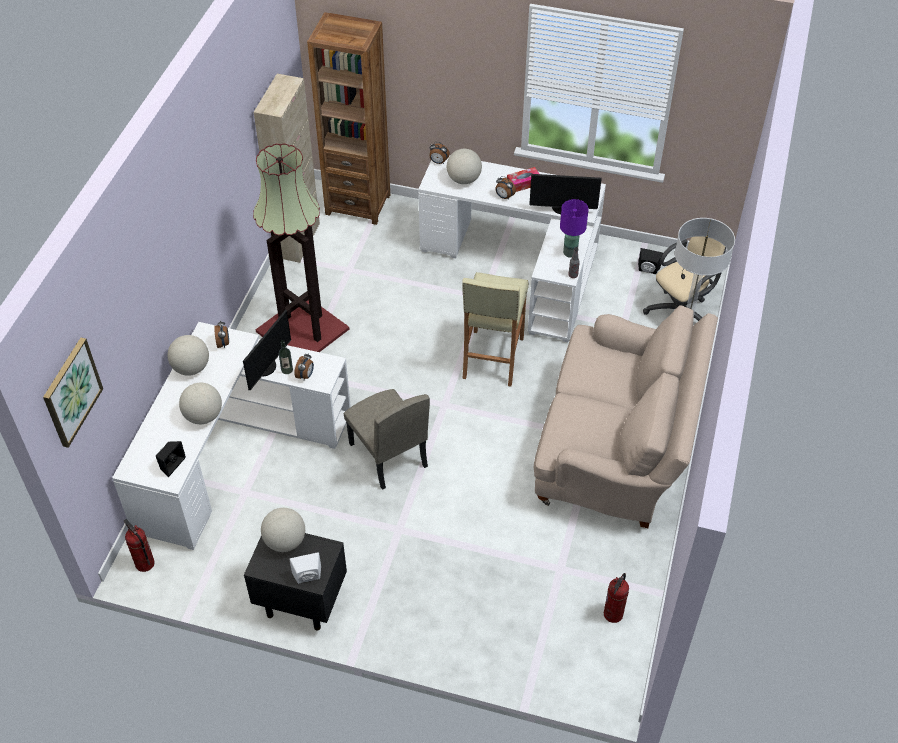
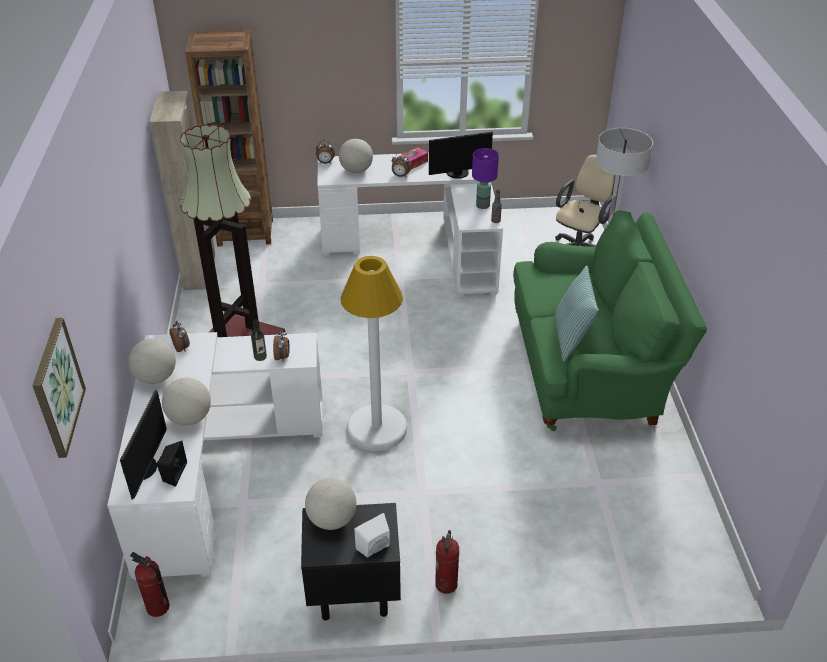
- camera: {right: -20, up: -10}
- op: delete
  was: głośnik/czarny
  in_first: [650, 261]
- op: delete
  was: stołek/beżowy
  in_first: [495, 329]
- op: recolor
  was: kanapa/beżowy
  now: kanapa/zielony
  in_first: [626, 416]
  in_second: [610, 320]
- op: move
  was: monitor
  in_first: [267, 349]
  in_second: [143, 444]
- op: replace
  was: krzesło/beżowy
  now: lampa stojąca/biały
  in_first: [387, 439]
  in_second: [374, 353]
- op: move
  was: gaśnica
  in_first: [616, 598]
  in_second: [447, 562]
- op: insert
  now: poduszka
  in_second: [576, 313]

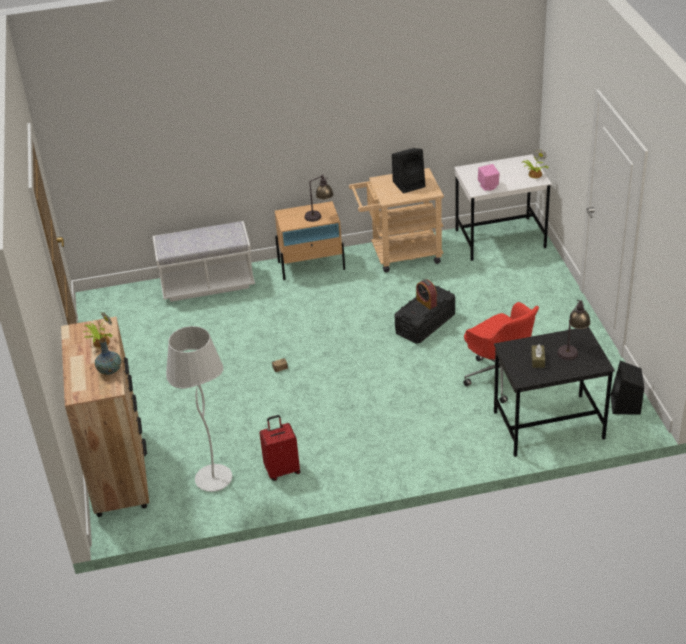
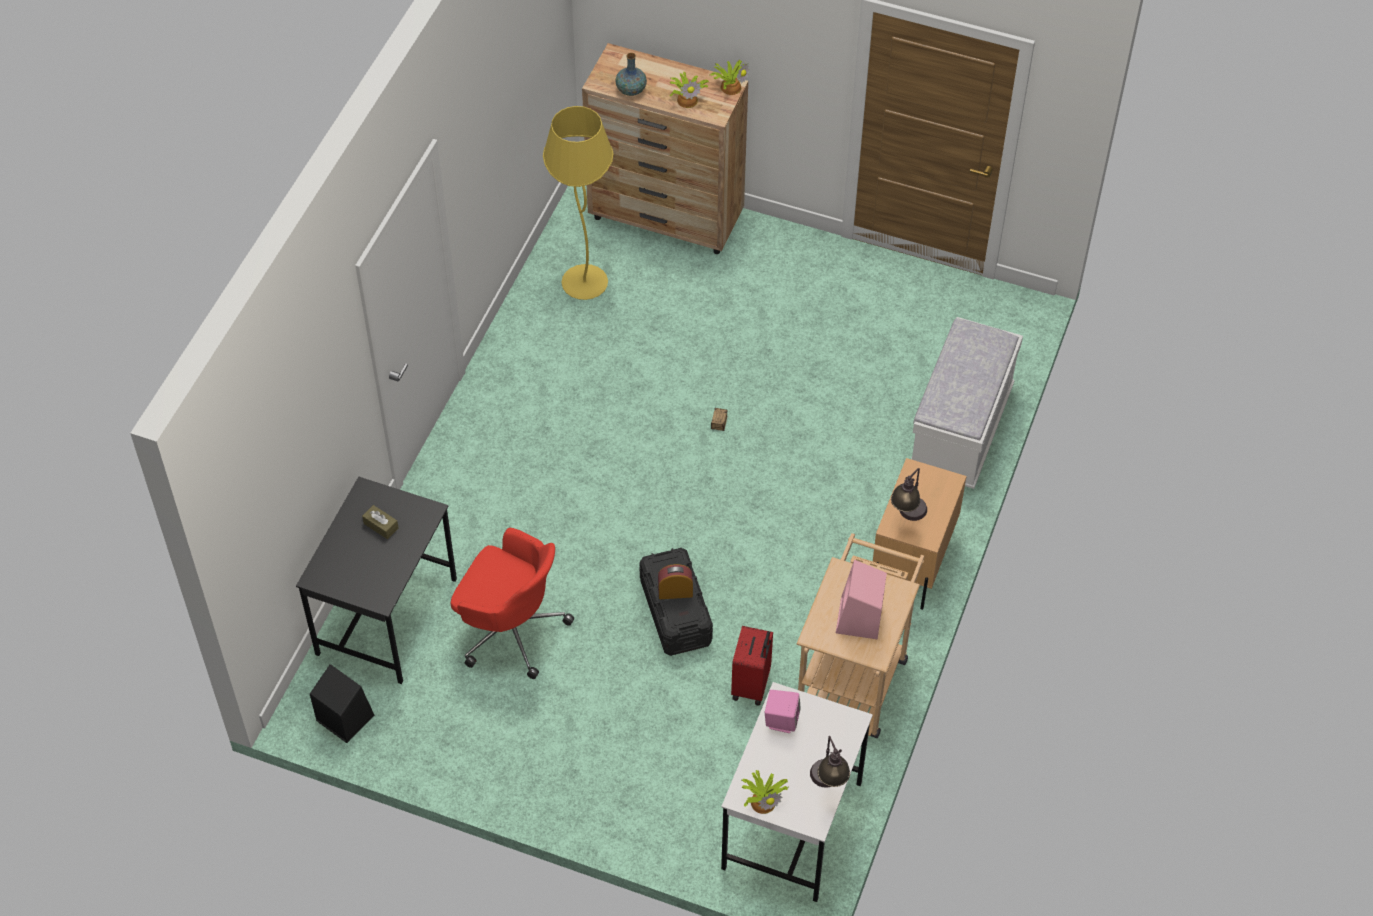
- camera: {right: 120, up: 15}
- op: recolor
  was: głośnik/czarny
  now: głośnik/różowy
  in_first: [409, 170]
  in_second: [861, 599]
- op: move
  was: lampa stołowa
  in_first: [573, 330]
  in_second: [830, 762]
- op: rotate
  was: krzesło biurowe/czerwony
  in_first: [501, 353]
  in_second: [512, 603]
  clockwise: -150
- op: recolor
  was: lampa stojąca/biały
  now: lampa stojąca/żółty
  in_first: [199, 409]
  in_second: [578, 203]
- op: move
  was: walizka/czerwony
  in_first: [279, 448]
  in_second: [752, 666]
- op: insert
  now: roślina doniczkowa
  in_second: [730, 77]

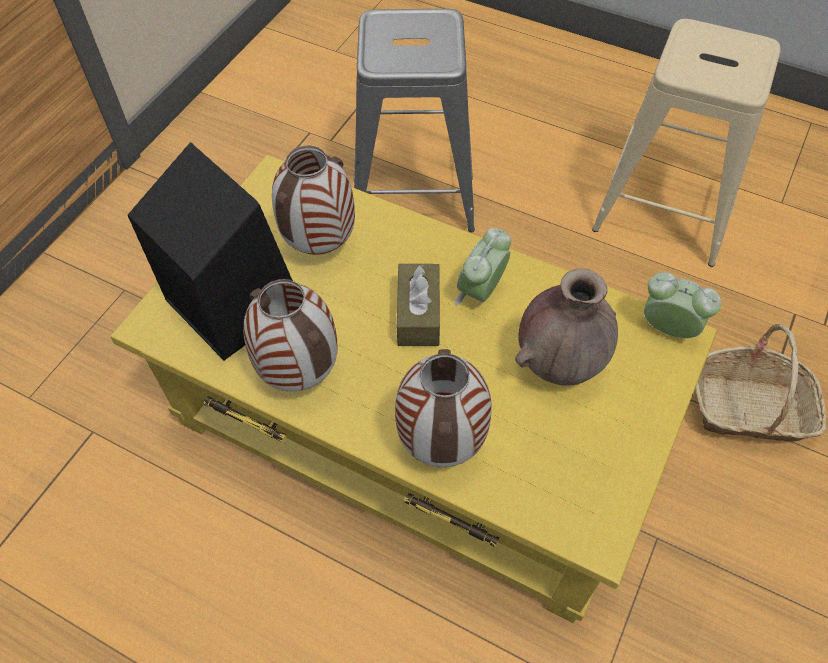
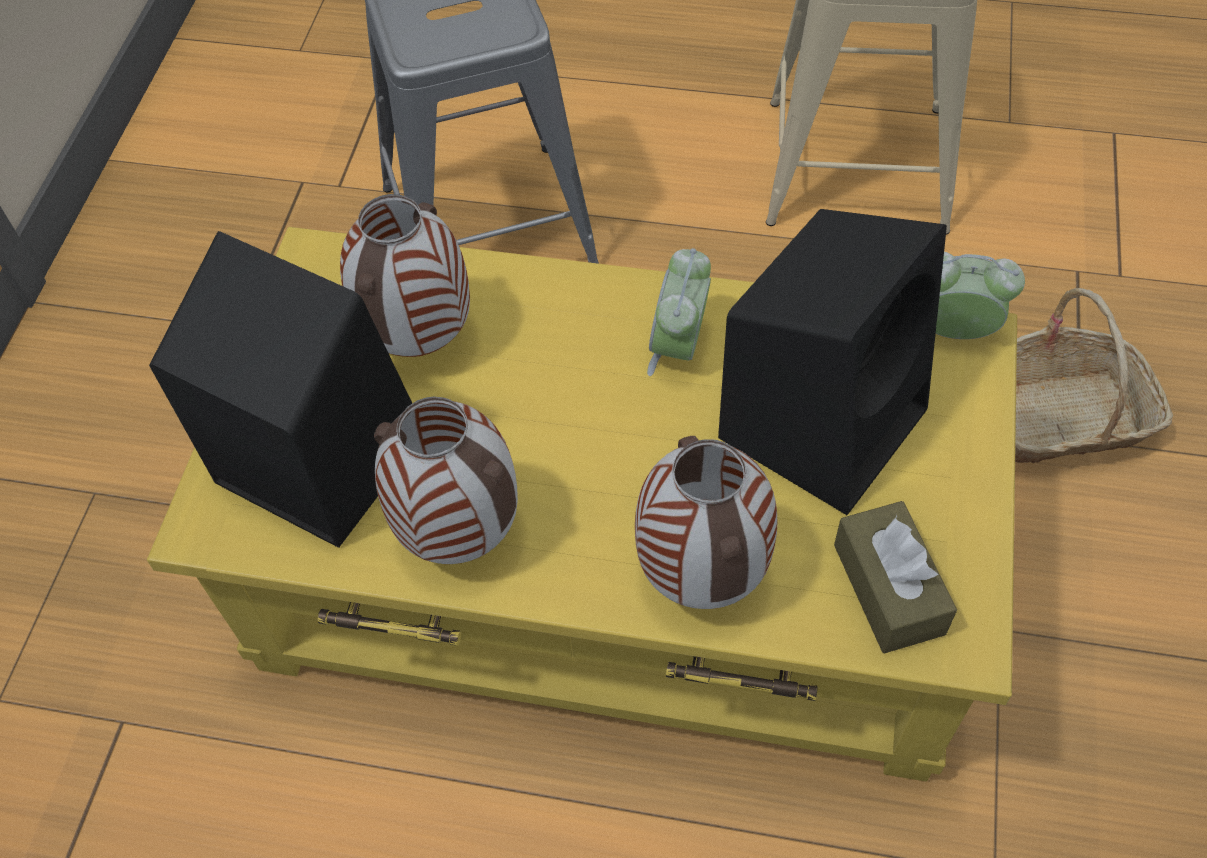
- camera: {right: -15, up: 0}
- op: move
  was: pudełko chusteczek/brązowy
  in_first: [418, 305]
  in_second: [895, 577]
- op: replace
  was: wazon/brązowy
  now: głośnik/czarny
  in_first: [566, 327]
  in_second: [832, 362]

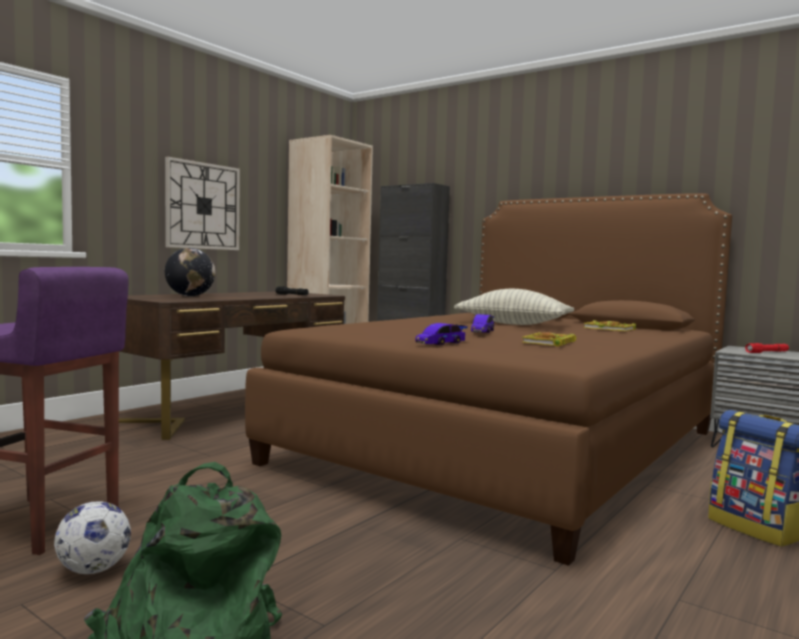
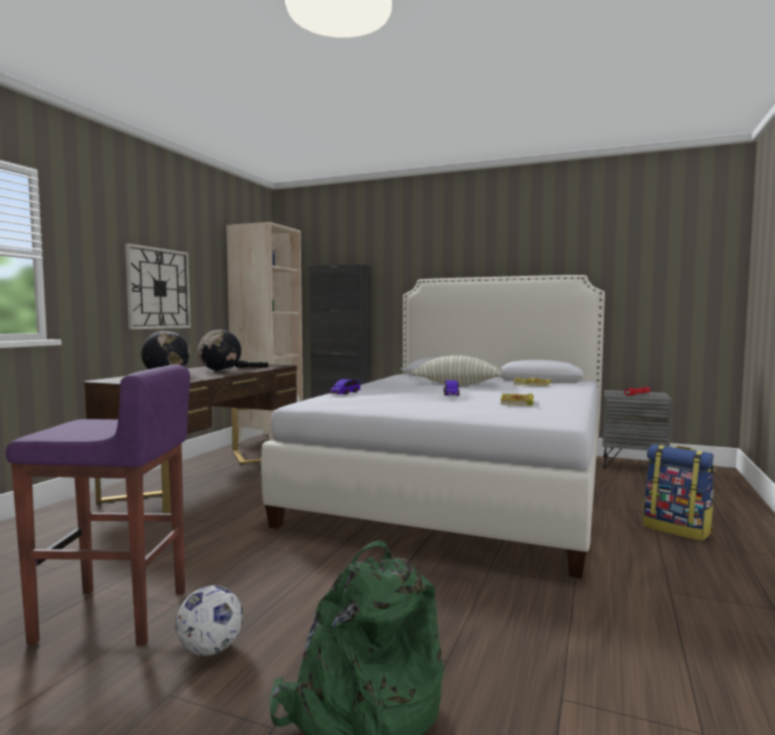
- camera: {right: -15, up: 0}
- op: recolor
  was: łóżko/brązowy
  now: łóżko/biały
  in_first: [488, 379]
  in_second: [433, 427]
- op: move
  was: samochodzik
  in_first: [442, 334]
  in_second: [345, 387]
- op: insert
  now: globus
  in_second: [219, 350]

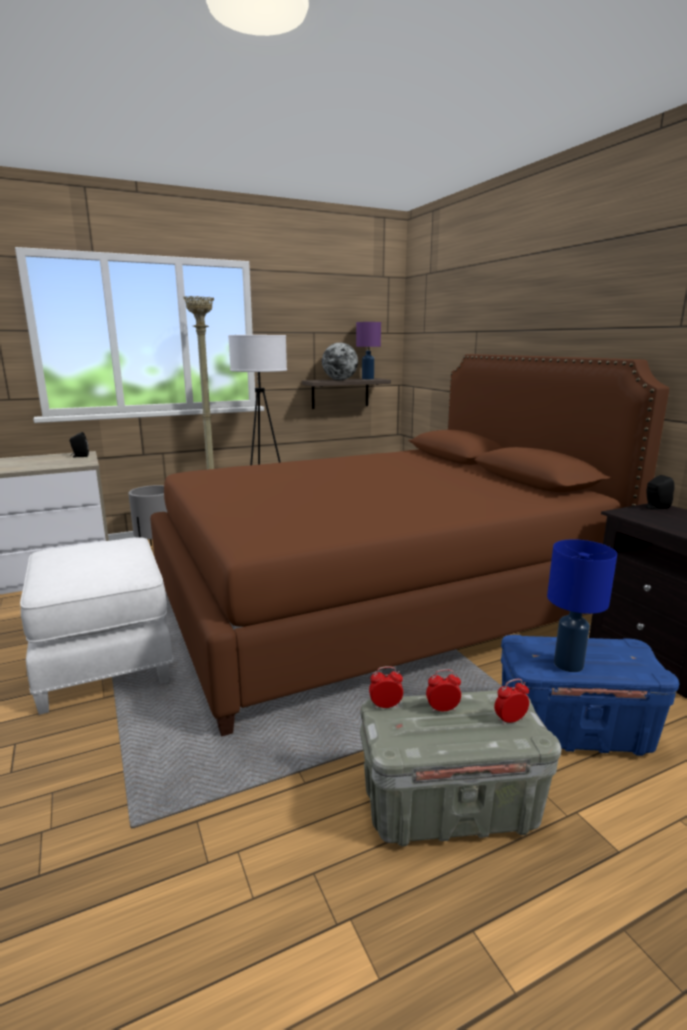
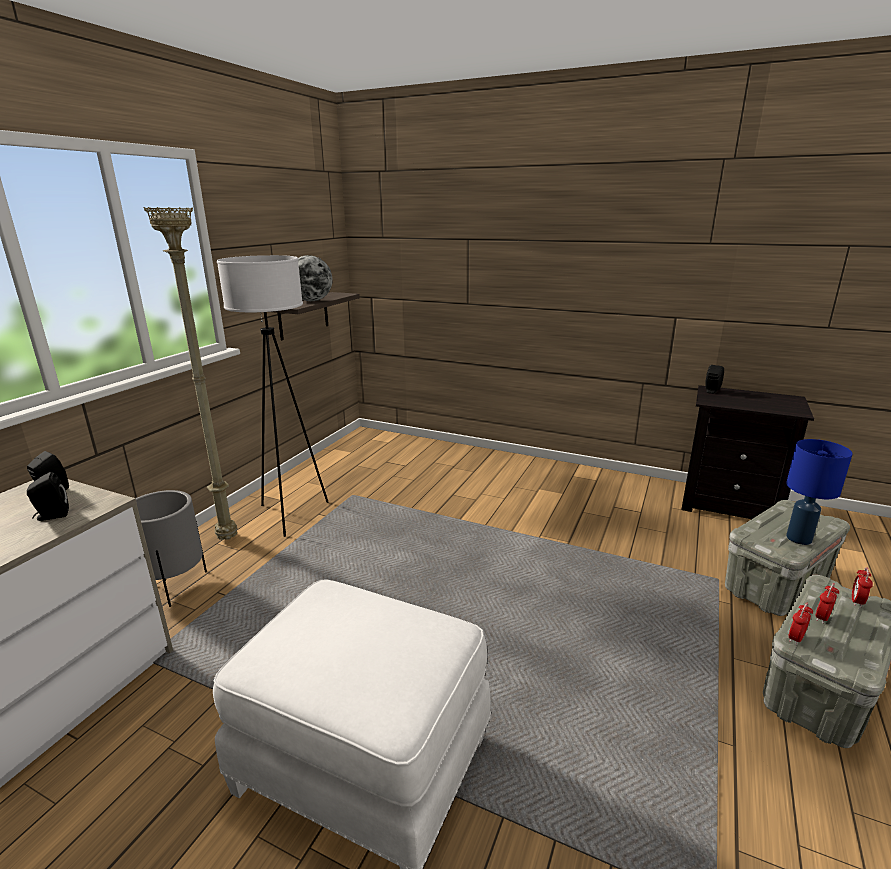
- camera: {right: -40, up: 5}
- op: delete
  was: lampa stołowa/fioletowy
  in_first: [368, 350]
- op: delete
  was: łóżko/brązowy
  in_first: [409, 545]
- op: recolor
  was: pojemnik do przechowywania/niebieski
  now: pojemnik do przechowywania/szary
  in_first: [590, 695]
  in_second: [787, 558]
- op: insert
  now: głośnik/czarny
  in_second: [48, 496]

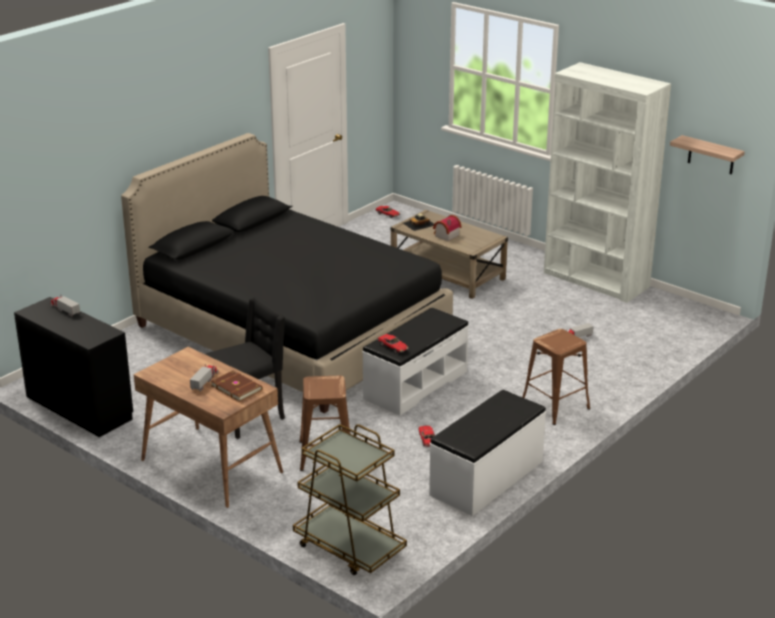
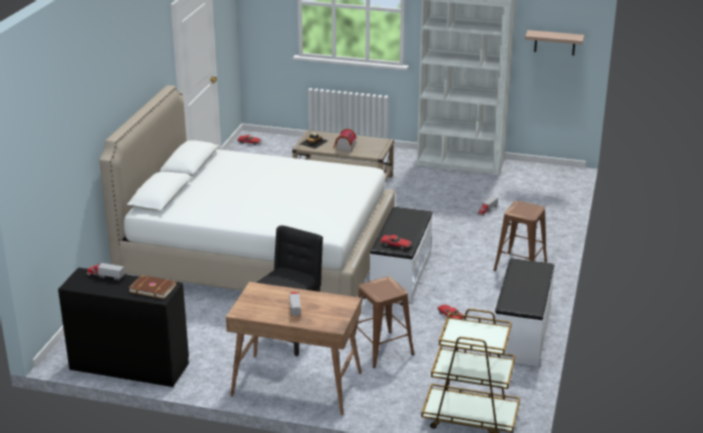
- camera: {right: -25, up: 0}
- op: recolor
  was: łóżko/czarny
  now: łóżko/biały
  in_first: [287, 273]
  in_second: [247, 191]
- op: move
  was: książka/brązowy
  in_first: [237, 386]
  in_second: [153, 287]

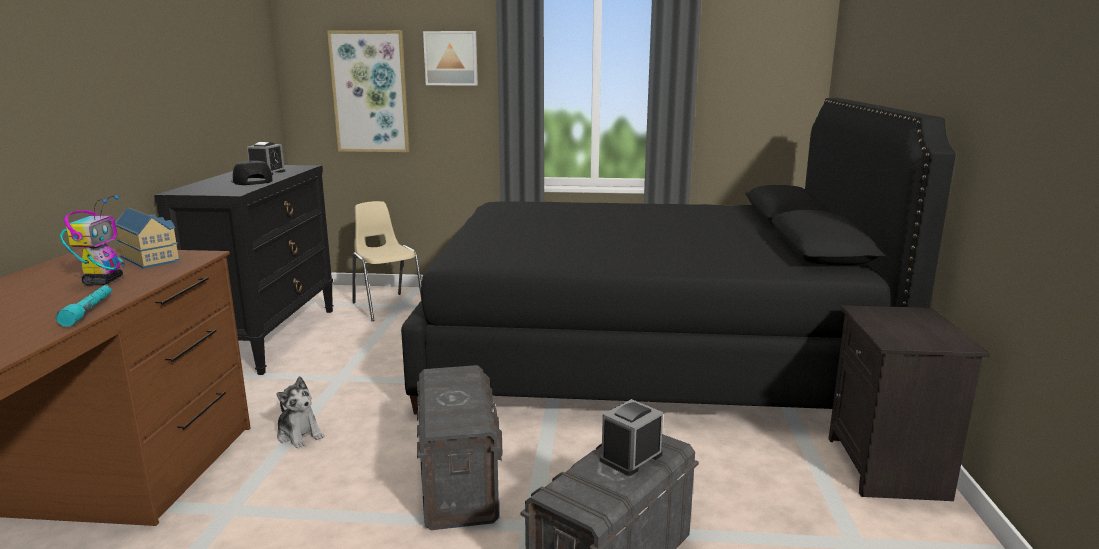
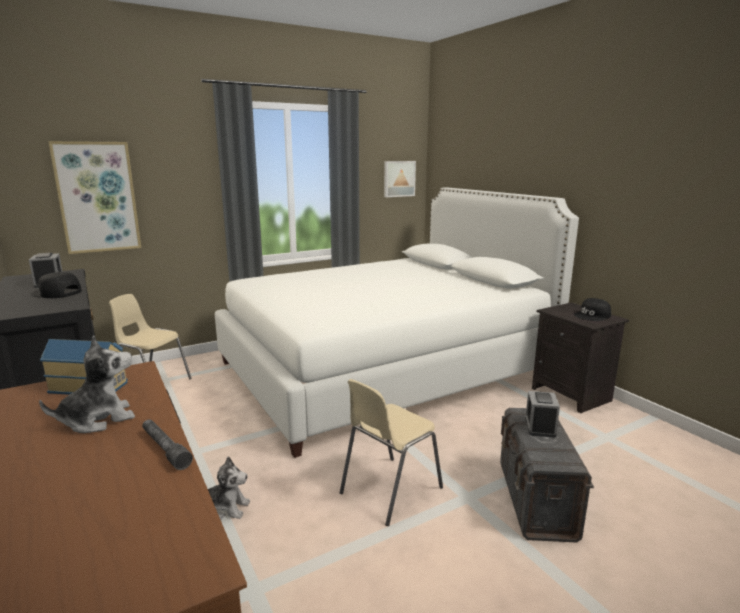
- camera: {right: -35, up: 0}
- op: move
  was: obraz
  in_first: [450, 58]
  in_second: [400, 179]
- op: recolor
  was: łóżko/czarny
  now: łóżko/biały
  in_first: [678, 256]
  in_second: [397, 322]
- op: replace
  was: robot zabawkowy
  now: pluszak
  in_first: [92, 240]
  in_second: [87, 384]
- op: recolor
  was: latarka/turkusowy
  now: latarka/szary
  in_first: [84, 306]
  in_second: [167, 445]
- op: replace
  was: pojemnik do przechowywania/szary
  now: krzesło/beżowy
  in_first: [459, 447]
  in_second: [391, 452]
- op: insert
  now: czapka z daszkiem/czarny
  in_second: [592, 309]

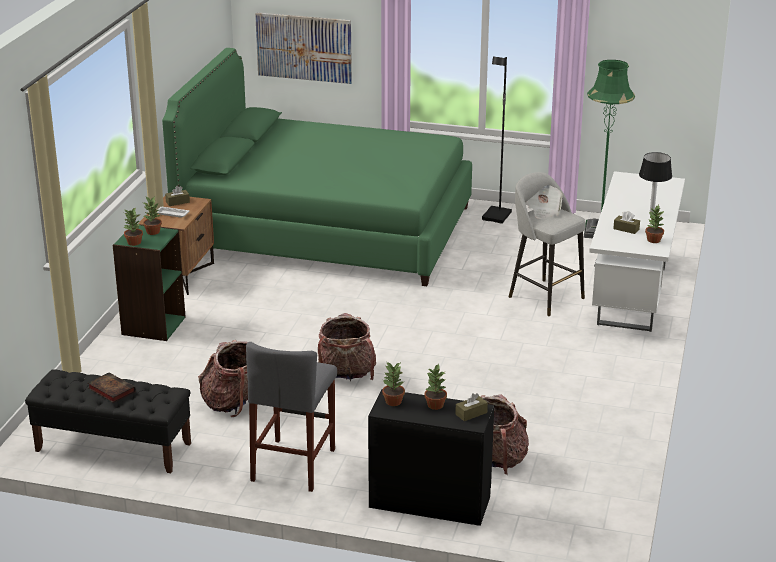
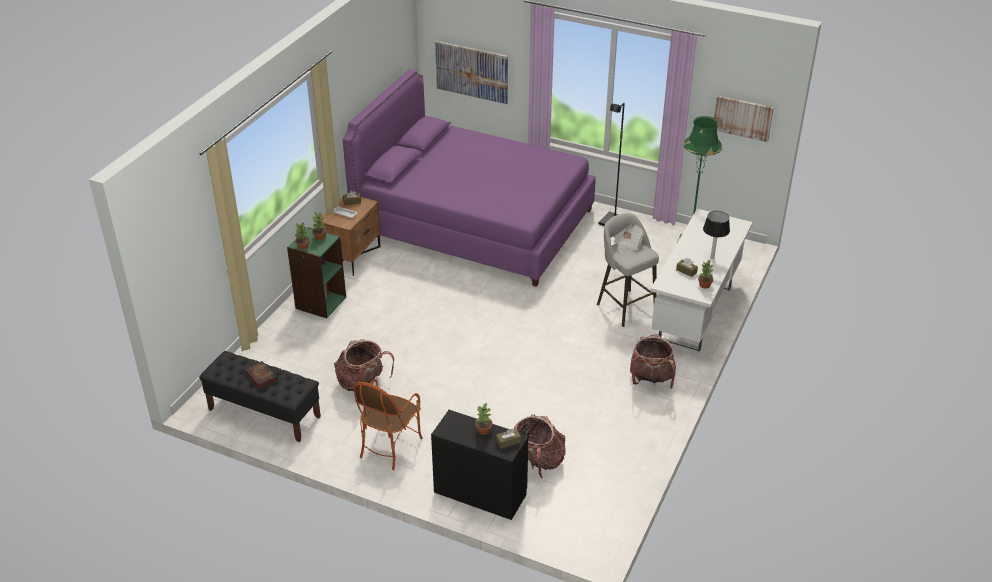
- camera: {right: 10, up: 10}
- op: recolor
  was: łóżko/zielony
  now: łóżko/fioletowy
  in_first: [317, 167]
  in_second: [469, 178]
- op: move
  was: plecak
  in_first: [347, 347]
  in_second: [653, 361]
- op: replace
  was: stołek/szary
  now: fotel
  in_first: [291, 417]
  in_second: [388, 424]
- op: delete
  was: roślina doniczkowa
  in_first: [393, 384]
- op: insert
  now: obraz
  in_second: [744, 118]

